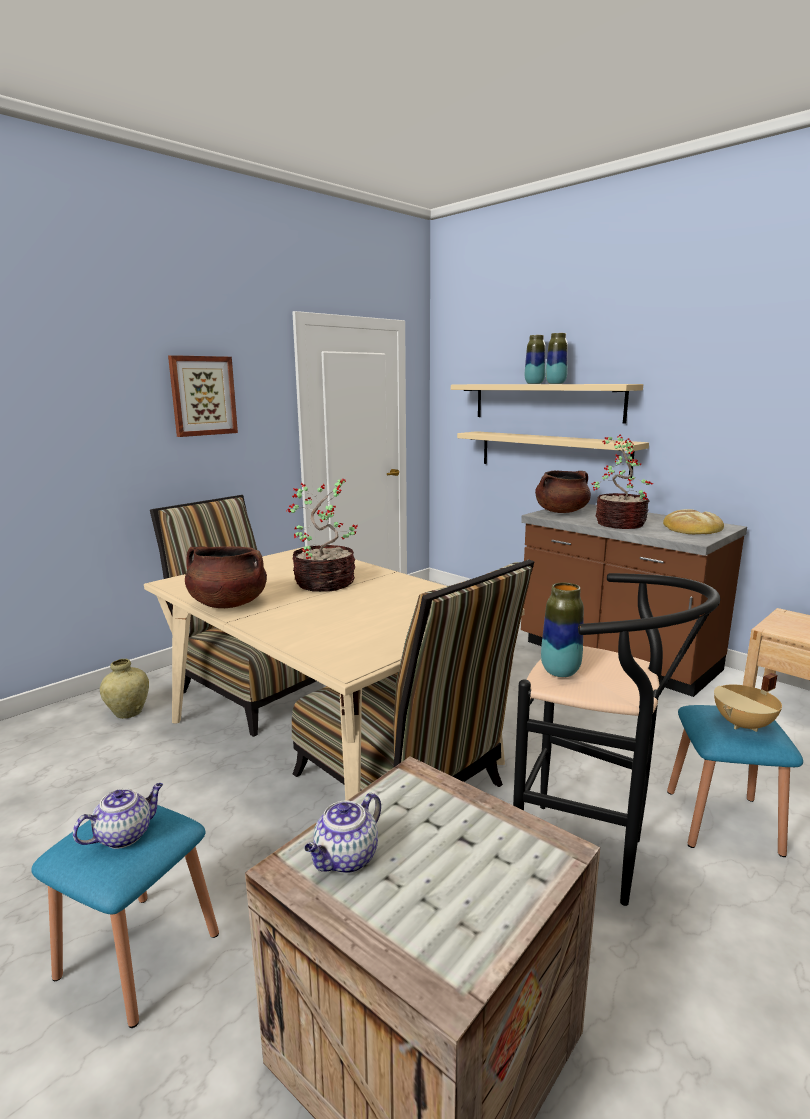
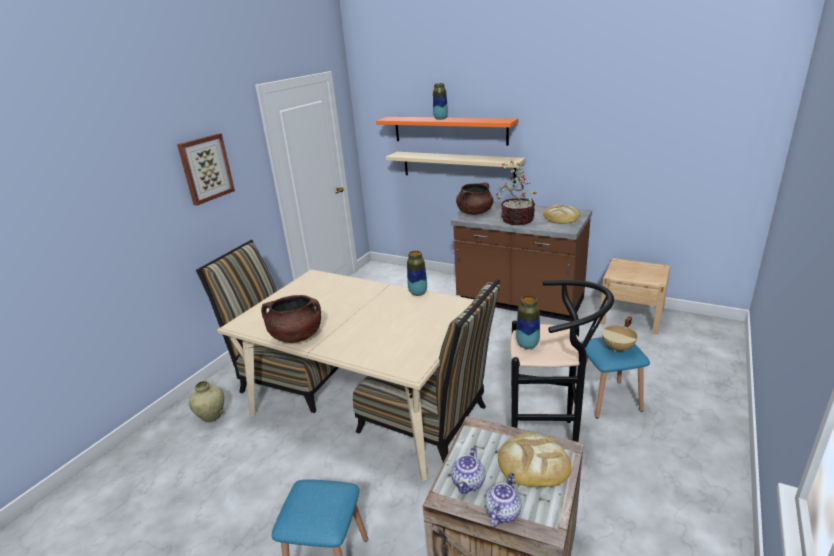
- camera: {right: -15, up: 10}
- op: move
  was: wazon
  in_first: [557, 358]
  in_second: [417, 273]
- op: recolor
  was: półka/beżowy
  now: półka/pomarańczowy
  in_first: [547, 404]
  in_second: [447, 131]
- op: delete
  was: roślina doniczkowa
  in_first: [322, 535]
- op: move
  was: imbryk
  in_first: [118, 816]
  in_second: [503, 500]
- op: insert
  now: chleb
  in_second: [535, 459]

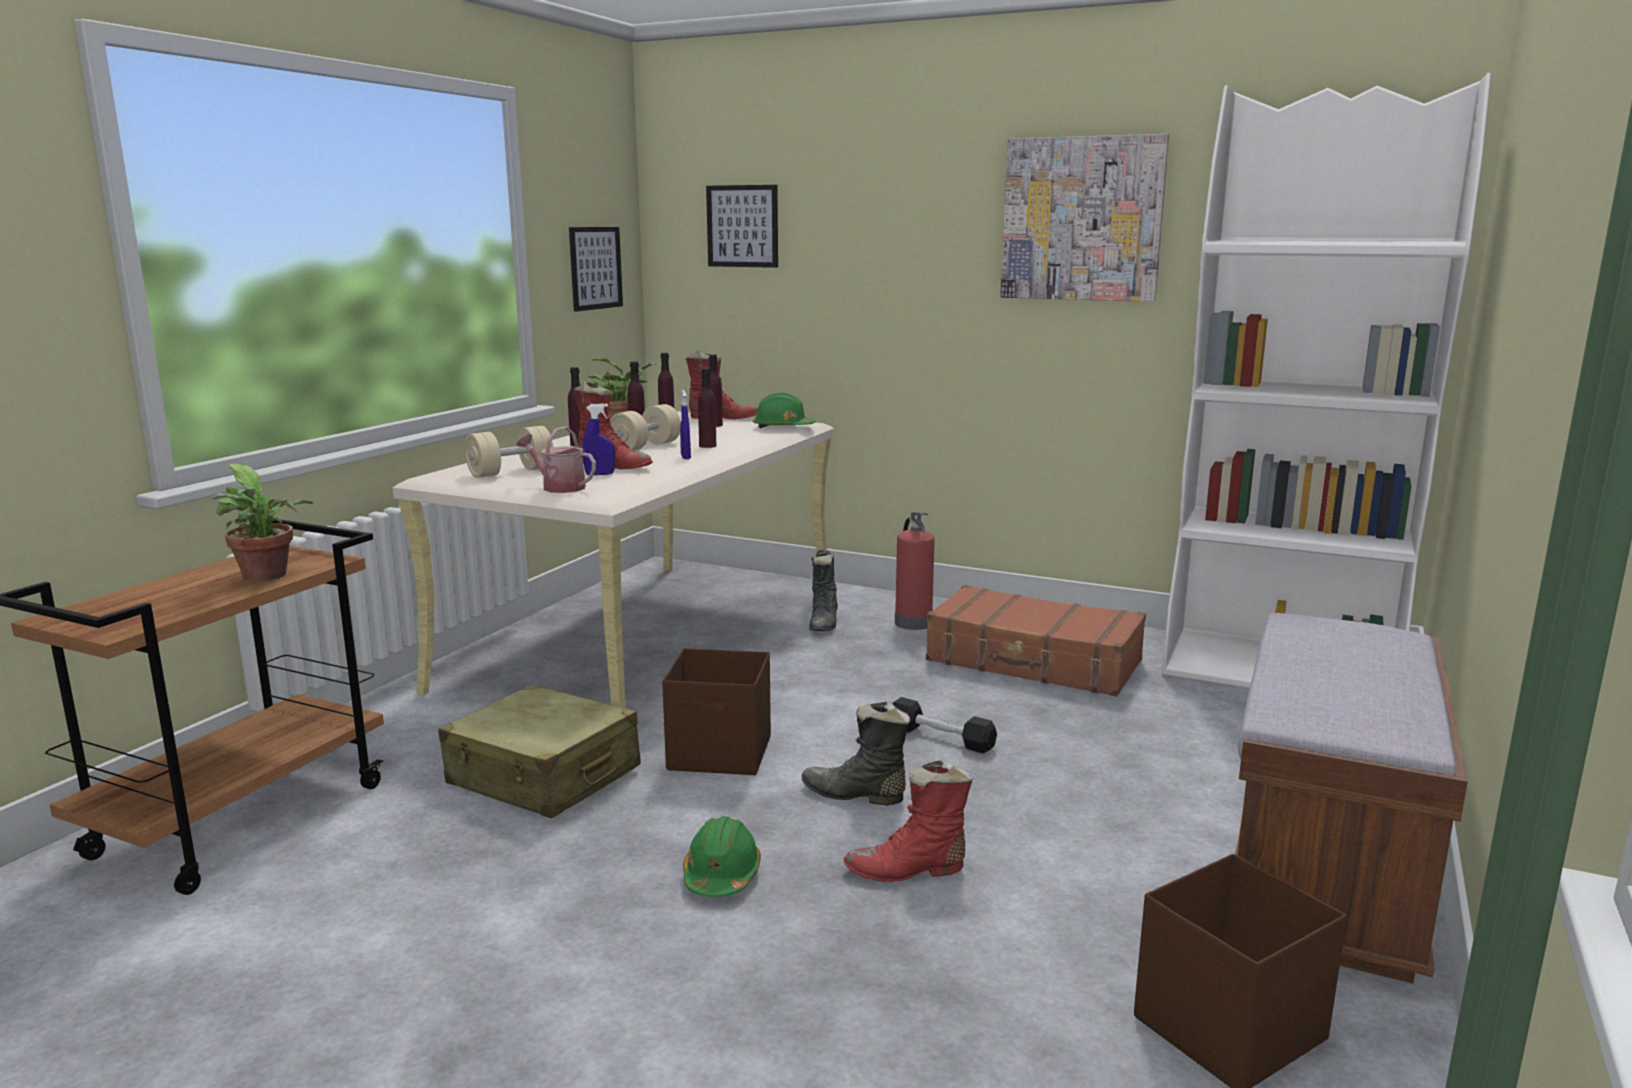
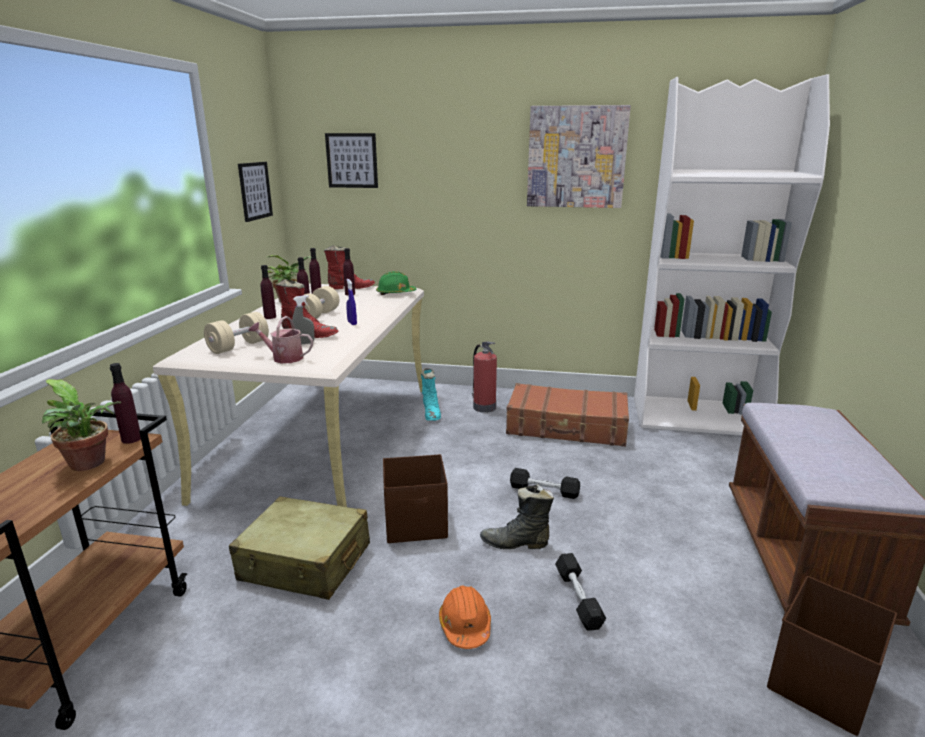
- camera: {right: -15, up: 5}
- op: move
  was: butelka/fioletowy
  in_first: [707, 408]
  in_second: [125, 403]
- op: recolor
  was: spryskiwacz/niebieski
  now: spryskiwacz/szary
  in_first: [599, 439]
  in_second: [303, 320]
- op: recolor
  was: but z cholewką/czarny
  now: but z cholewką/turkusowy
  in_first: [823, 590]
  in_second: [431, 394]
- op: replace
  was: but z cholewką/czerwony
  now: hantel/czarny
  in_first: [908, 820]
  in_second: [580, 592]
- op: recolor
  was: kask/zielony
  now: kask/pomarańczowy
  in_first: [722, 856]
  in_second: [465, 617]

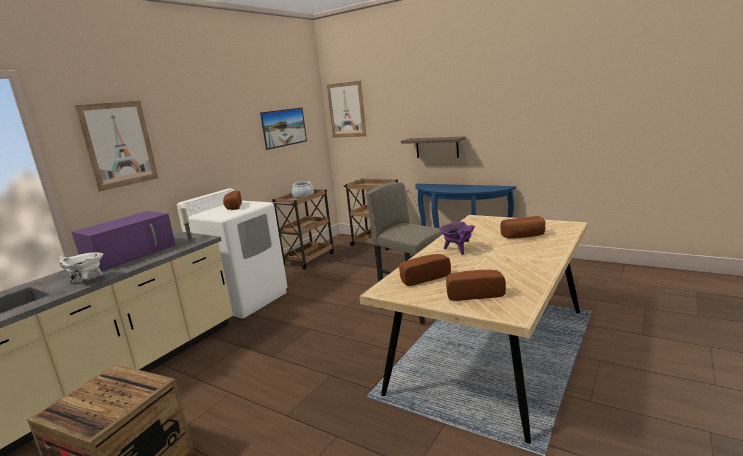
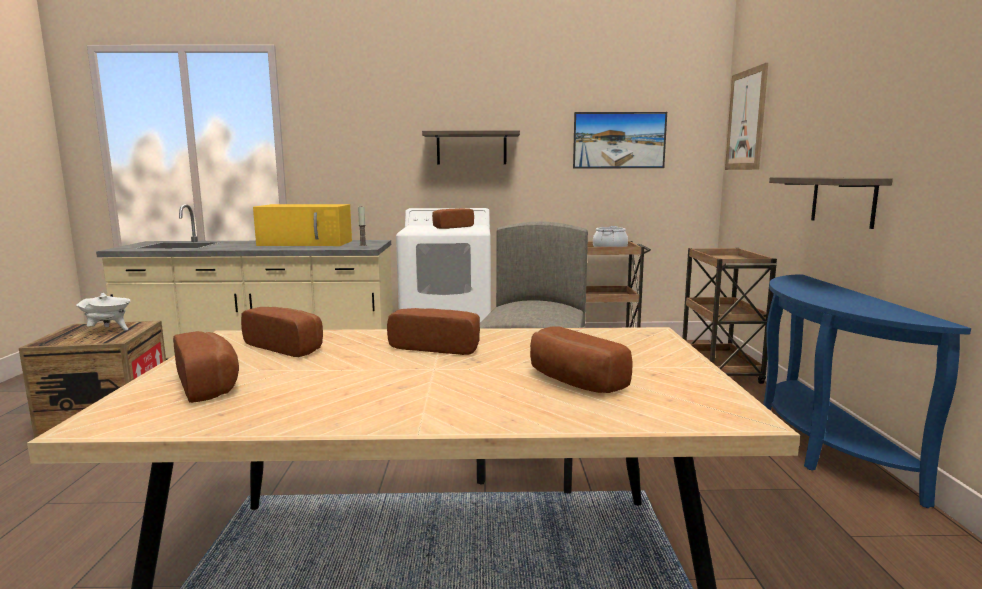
- camera: {right: 55, up: -5}
- op: delete
  was: obraz
  in_first: [116, 146]
- op: recolor
  was: mikrofalówka/fioletowy
  now: mikrofalówka/żółty
  in_first: [124, 241]
  in_second: [302, 225]
- op: replace
  was: garnek/fioletowy
  now: chleb
  in_first: [457, 238]
  in_second: [433, 331]
- op: move
  was: garnek/biały
  in_first: [81, 267]
  in_second: [104, 312]
- op: insert
  now: półka
  in_second: [471, 147]

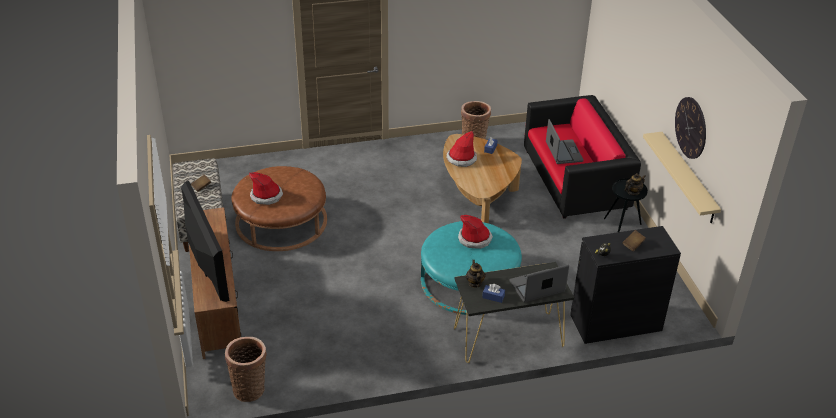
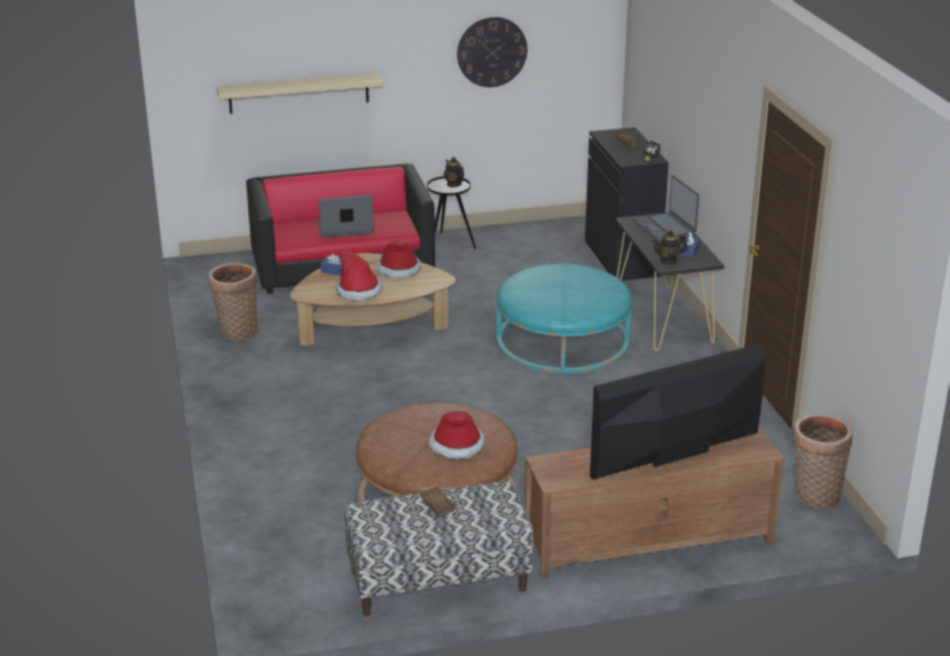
- camera: {right: -90, up: -10}
- op: move
  was: półka/beżowy
  in_first: [682, 177]
  in_second: [299, 93]
- op: move
  was: kapelusz
  in_first: [475, 232]
  in_second: [398, 259]

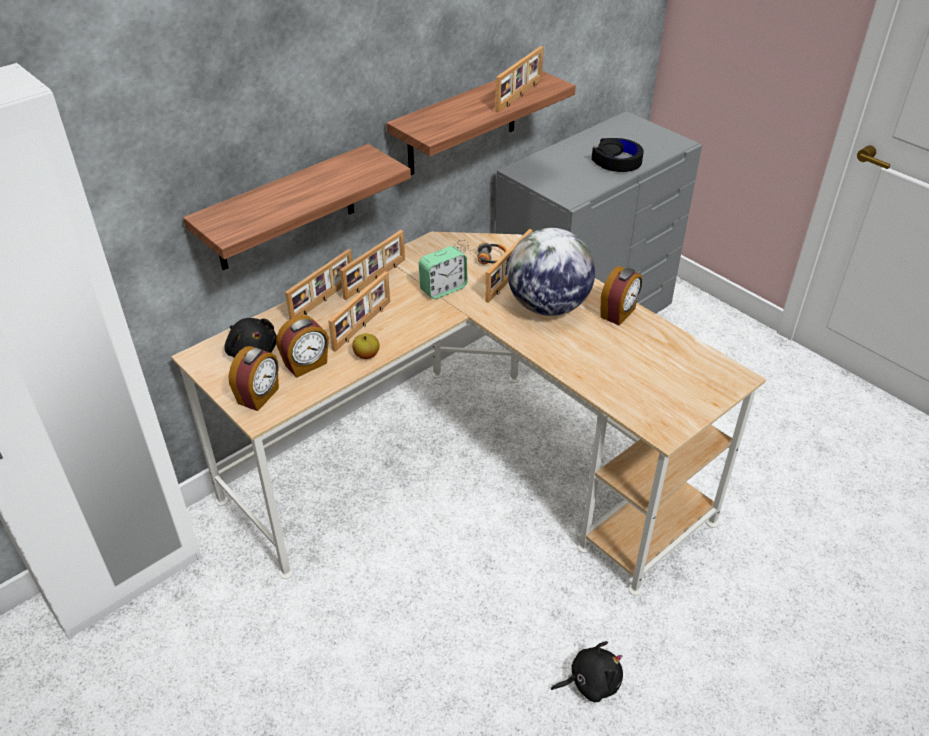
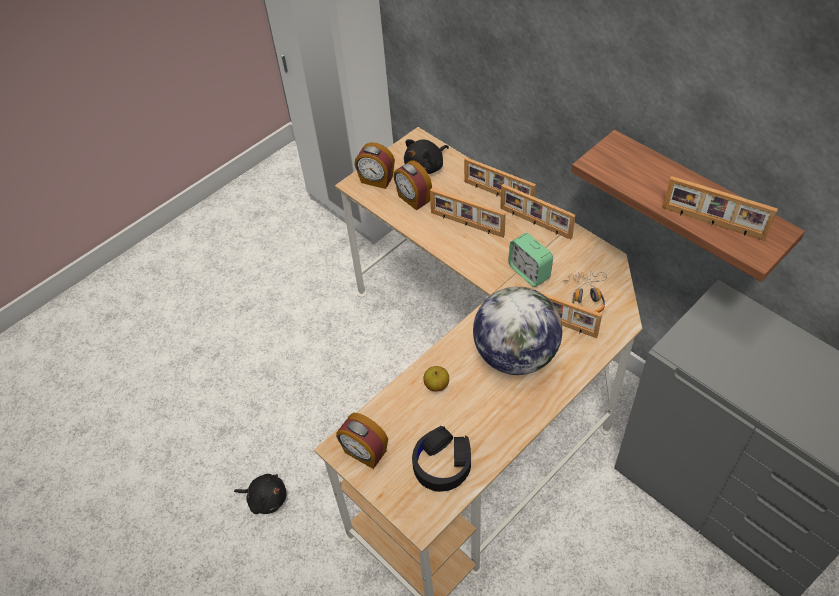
- camera: {right: 90, up: 10}
- op: move
  was: słuchawki/czarny
  in_first: [617, 155]
  in_second: [441, 459]
- op: delete
  was: półka
  in_first: [297, 207]
- op: move
  was: budzik
  in_first: [621, 295]
  in_second: [362, 441]
- op: move
  was: jabłko
  in_first: [365, 346]
  in_second: [436, 379]
- op: rotate
  was: pluszak/czarny
  in_first: [587, 671]
  in_second: [260, 494]
  clockwise: -60

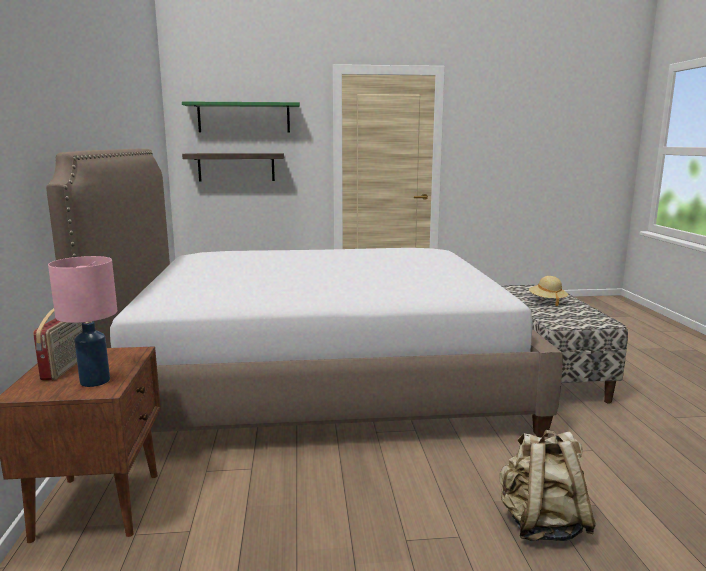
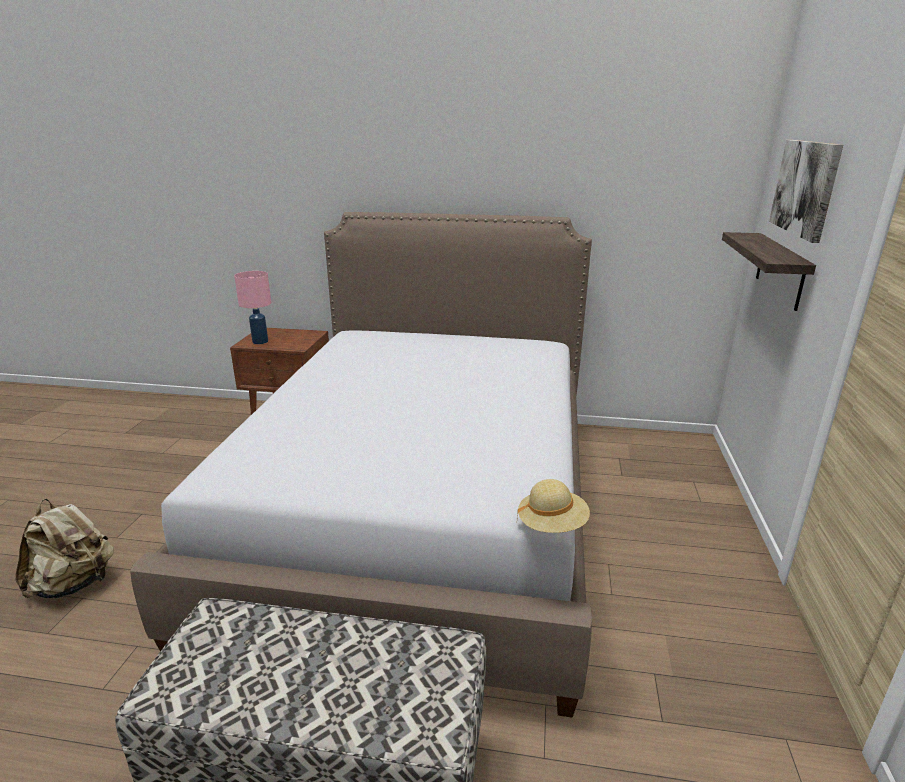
- camera: {right: 105, up: 10}
- op: replace
  was: półka/zielony
  now: obraz
  in_first: [241, 117]
  in_second: [806, 191]
- op: move
  was: kapelusz/beżowy
  in_first: [548, 291]
  in_second: [553, 506]
- op: delete
  was: radio
  in_first: [58, 344]

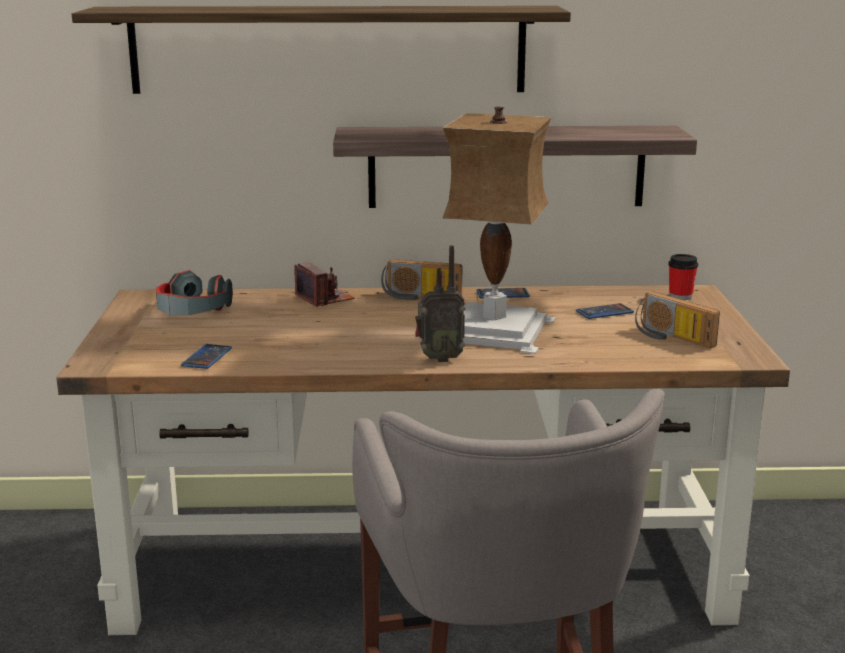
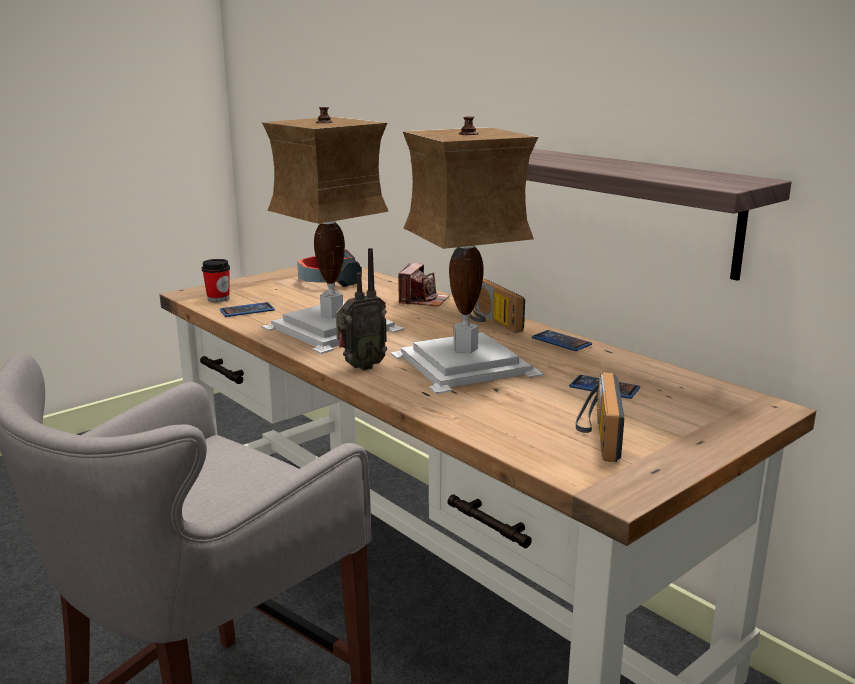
- camera: {right: 50, up: 0}
- op: delete
  was: półka
  in_first: [321, 50]
- op: rotate
  was: radio
  in_first: [440, 303]
  in_second: [361, 309]
  clockwise: -75
- op: move
  was: filiżanka
  in_first: [683, 277]
  in_second: [216, 280]
- op: insert
  now: lampa stołowa
  in_second: [333, 230]

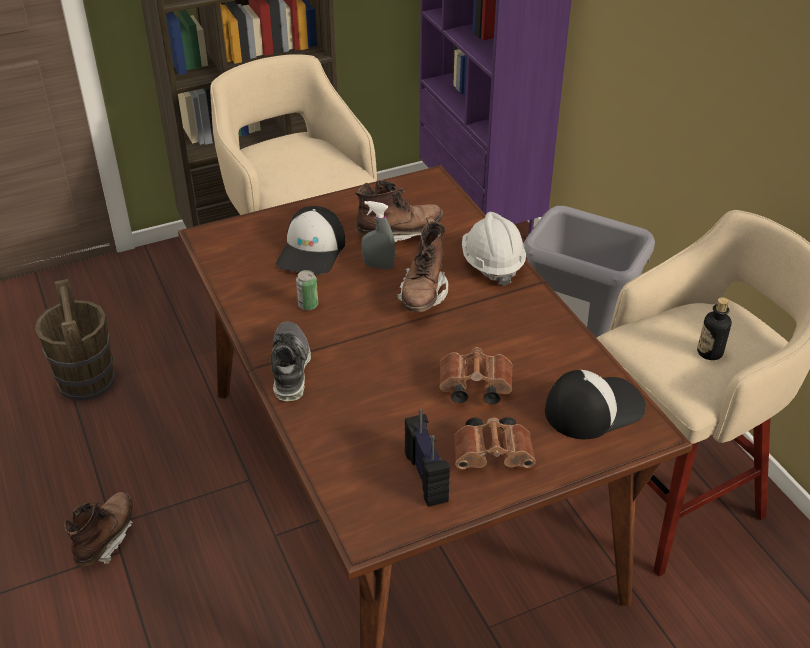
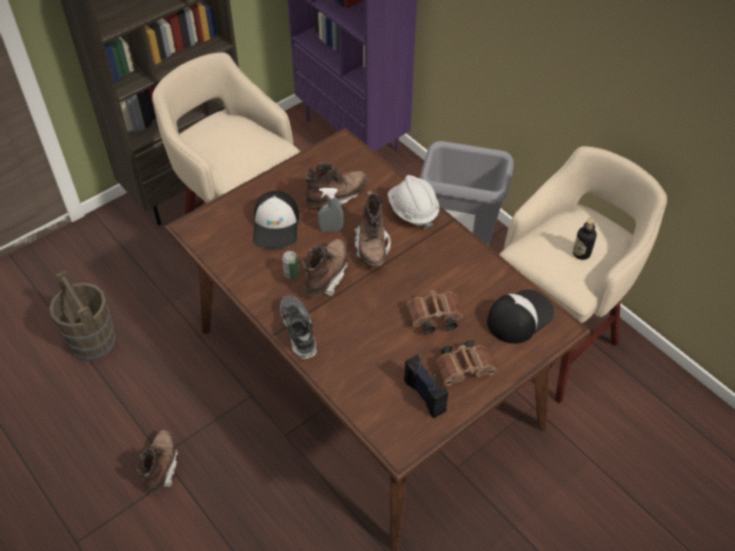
- camera: {right: -15, up: 10}
- op: insert
  now: but z cholewką/brązowy
  in_second: [325, 268]

